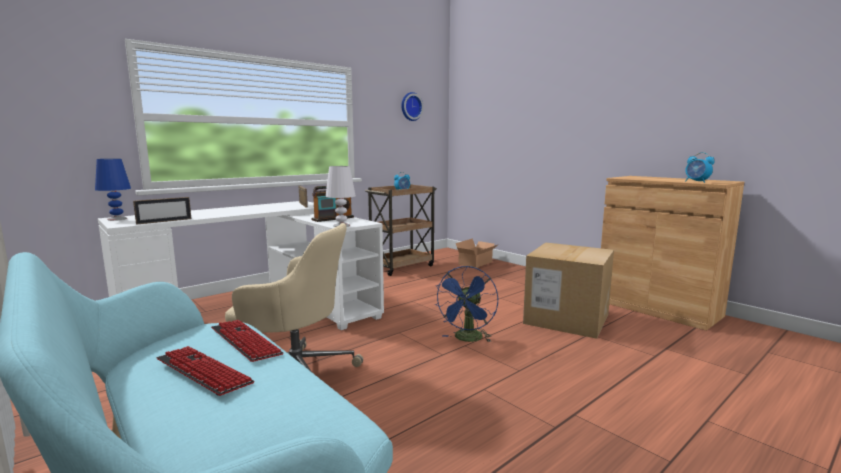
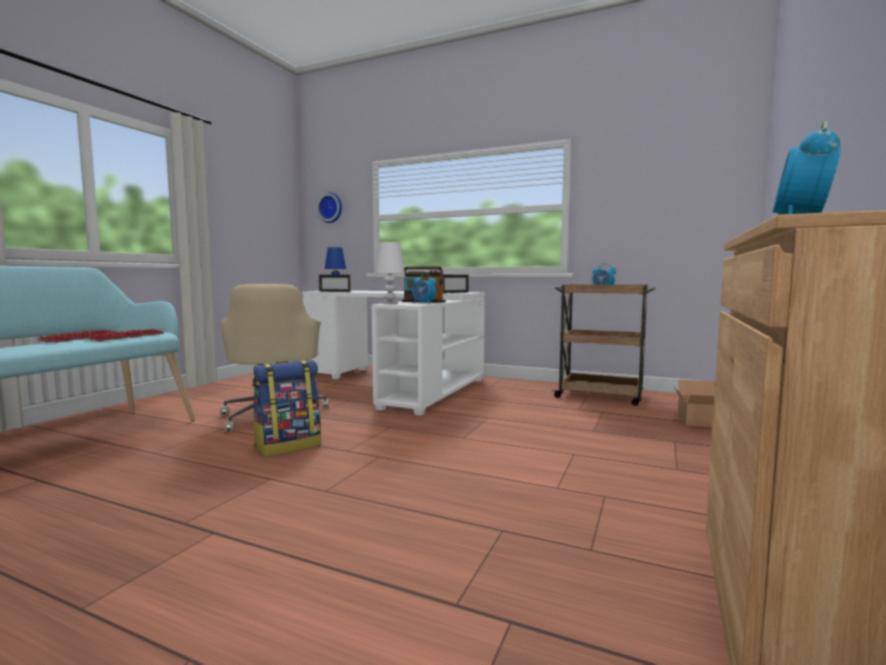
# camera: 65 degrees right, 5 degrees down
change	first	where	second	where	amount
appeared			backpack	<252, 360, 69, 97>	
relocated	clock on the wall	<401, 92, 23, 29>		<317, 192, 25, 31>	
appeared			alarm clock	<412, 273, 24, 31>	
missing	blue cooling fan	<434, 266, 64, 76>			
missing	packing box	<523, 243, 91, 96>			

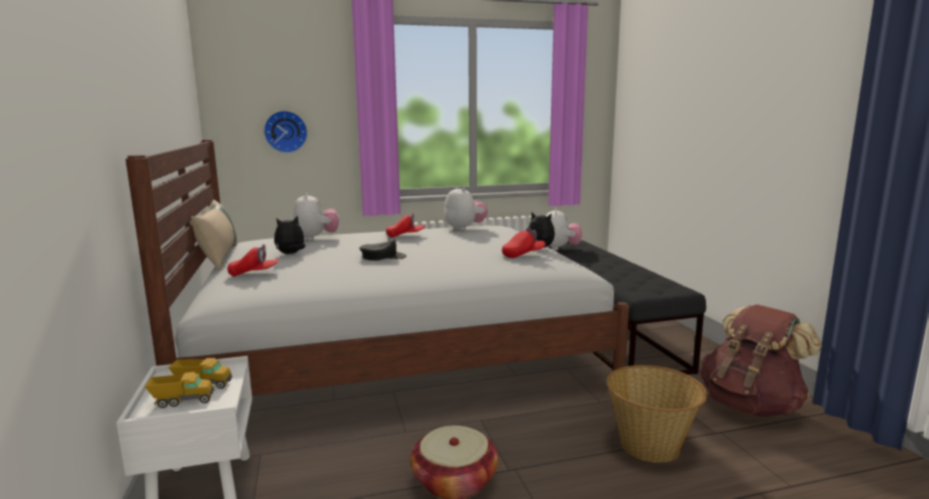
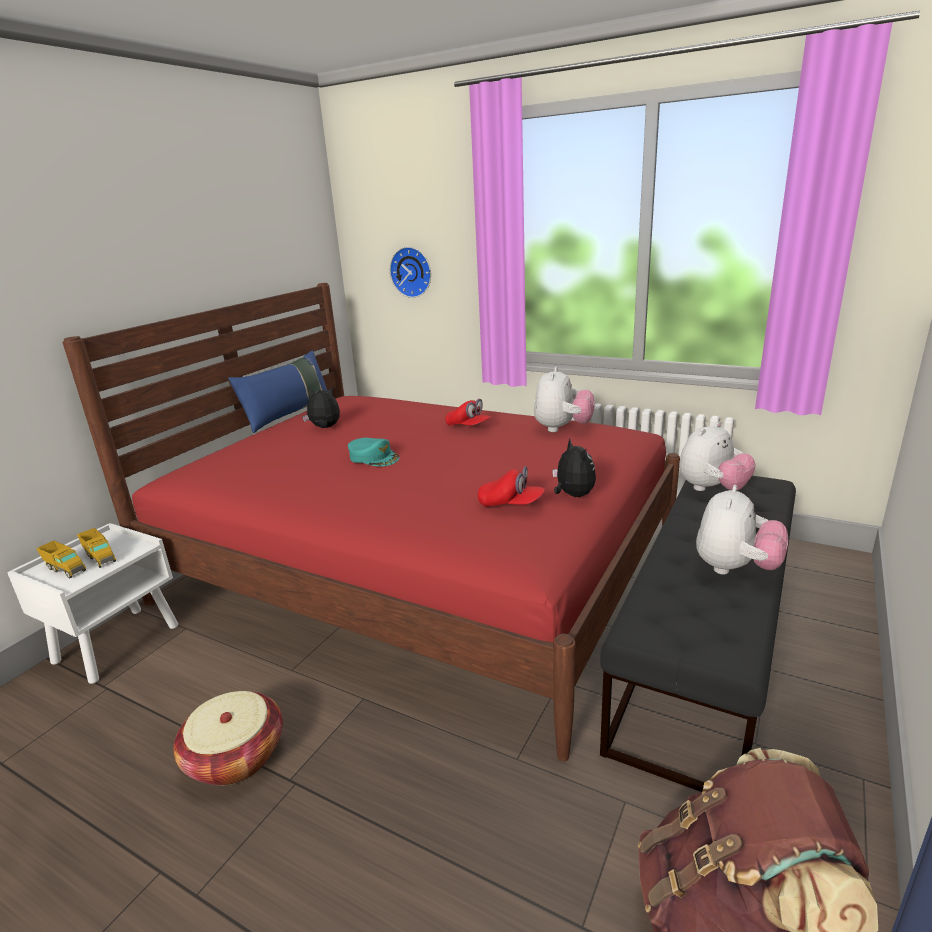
# camera: 45 degrees right, 10 degrees up
change	first	where	second	where	amount
colour	white bedroom bed	<126, 140, 503, 256>	red bedroom bed	<63, 283, 617, 478>	
colour	sand-coloured cushion	<189, 200, 48, 70>	blue cushion	<228, 351, 100, 82>	
colour	blackish cap	<359, 239, 47, 22>	blue-green cap	<348, 438, 51, 29>	
relocated	plush toy	<293, 193, 46, 48>		<696, 485, 92, 90>	
missing	red cap	<227, 244, 53, 33>			
missing	storage basket	<606, 365, 102, 98>			

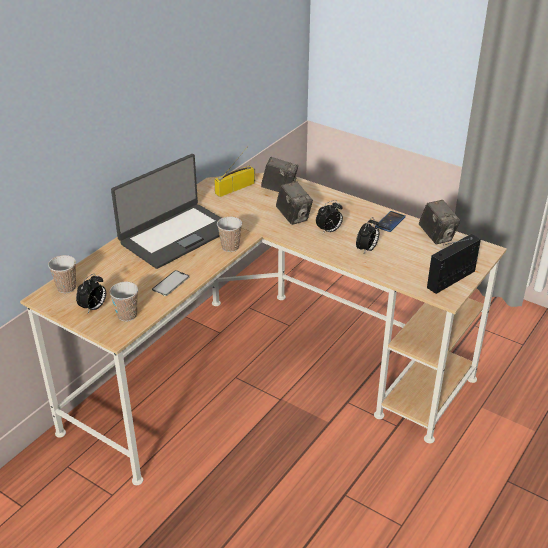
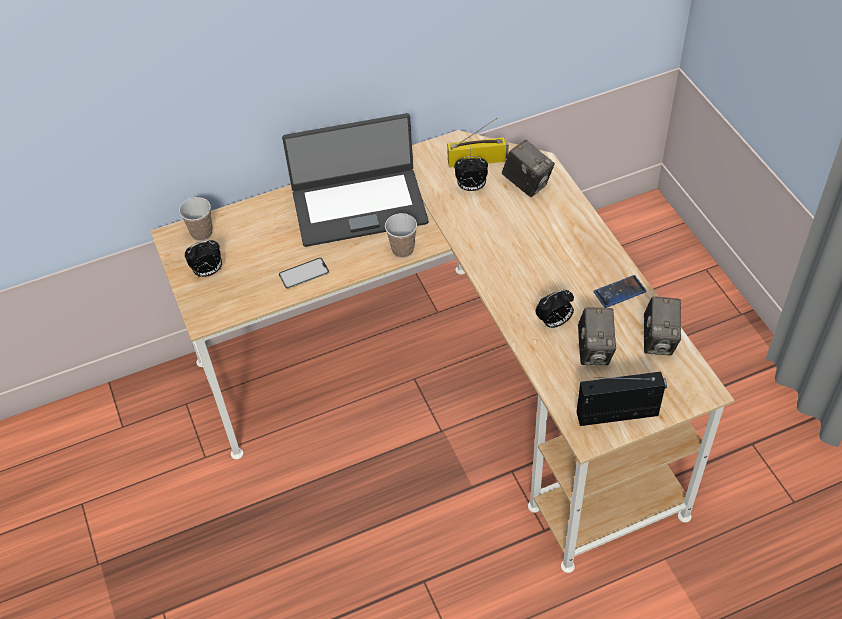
# camera: 35 degrees right, 15 degrees up
change	first	where	second	where	amount
relocated	alarm clock	<316, 200, 27, 34>		<454, 156, 34, 35>	
relocated	photo camera	<276, 181, 37, 44>		<578, 307, 38, 59>	
missing	small cup	<109, 282, 29, 40>			

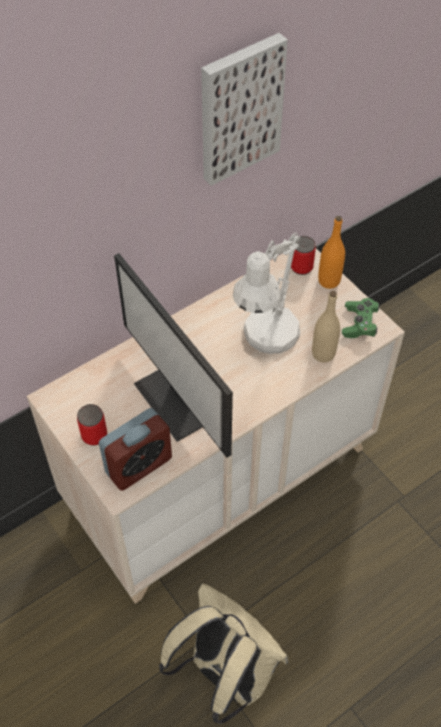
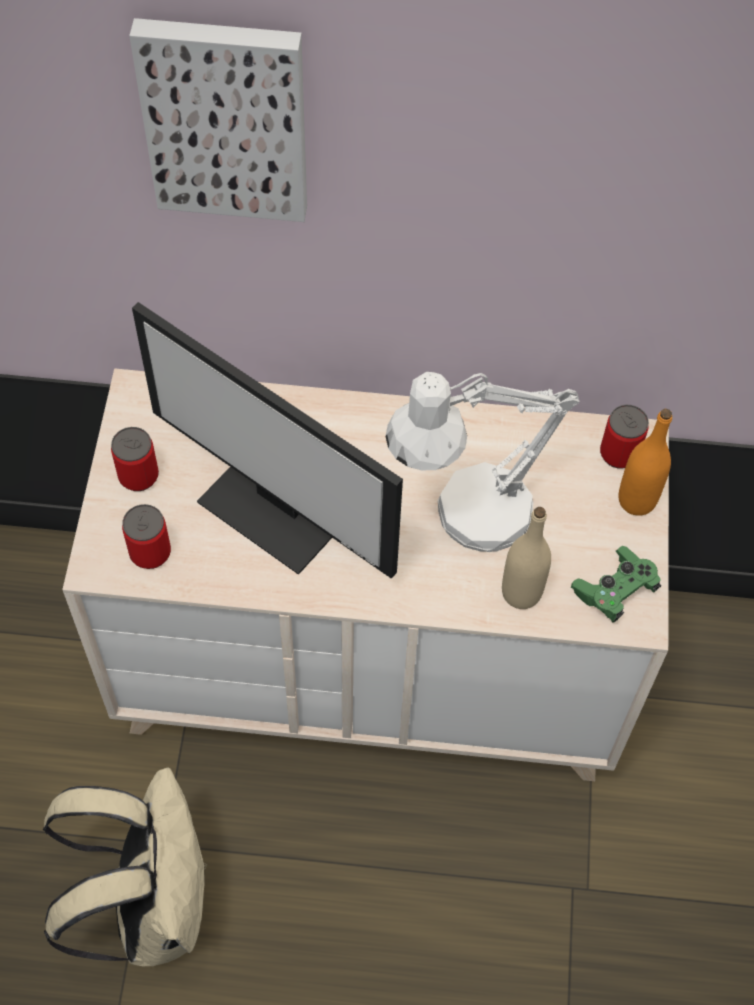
# camera: 40 degrees right, 5 degrees up
change	first	where	second	where	amount
exchanged	alarm clock	<99, 408, 73, 83>	can	<122, 504, 49, 65>	
relocated	wall picture	<201, 33, 87, 153>		<129, 18, 178, 204>	
spun	computer screen	<114, 253, 119, 205>		<132, 302, 271, 277>	60 degrees counterclockwise

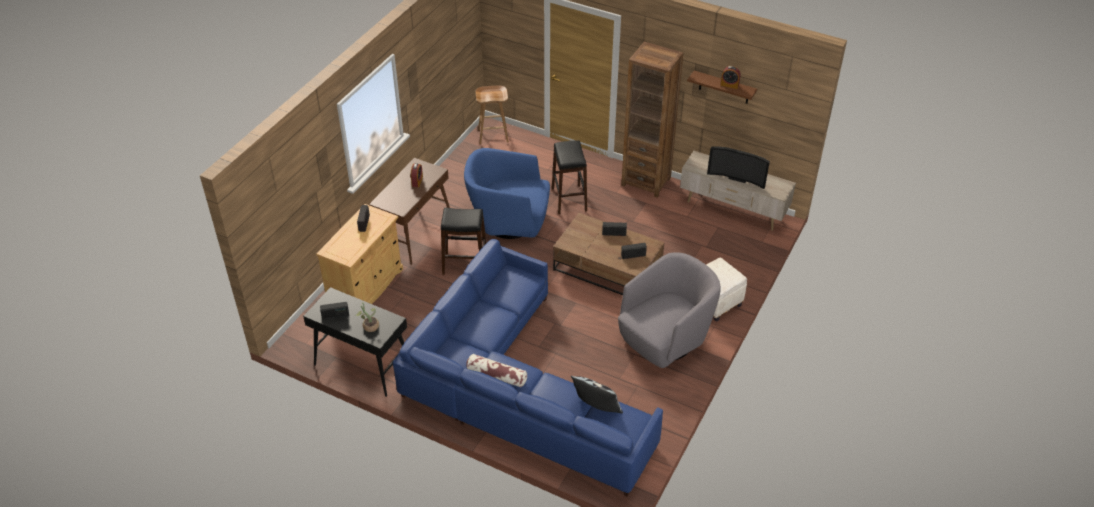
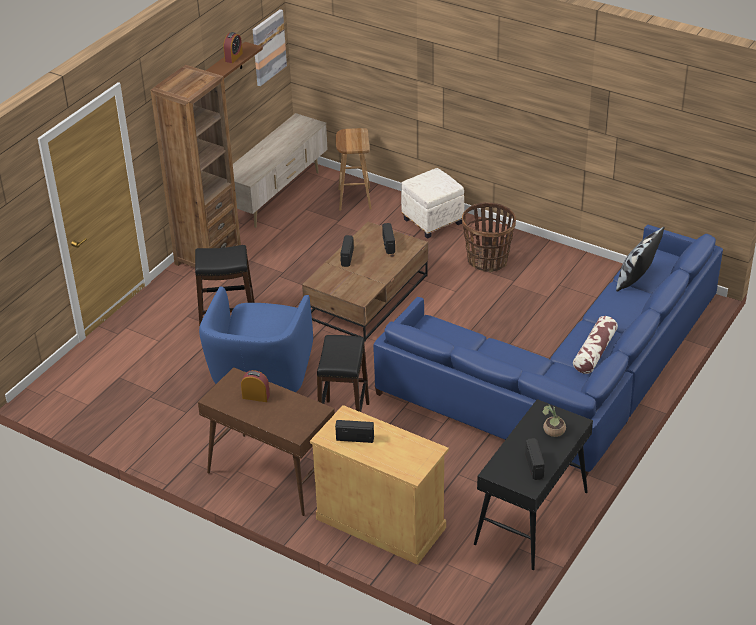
# camera: 85 degrees left, 5 degrees down
change	first	where	second	where	amount
appeared			wall picture	<253, 9, 34, 77>	
relocated	brown-coloured sitting stool	<476, 86, 33, 58>		<336, 128, 36, 83>	
exchanged	gray armchair	<618, 252, 103, 116>	storage basket	<462, 202, 54, 70>	
missing	television	<707, 146, 63, 43>			

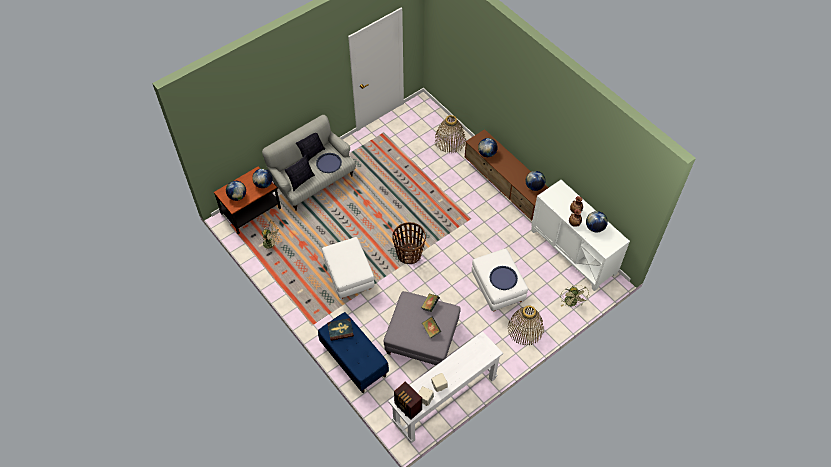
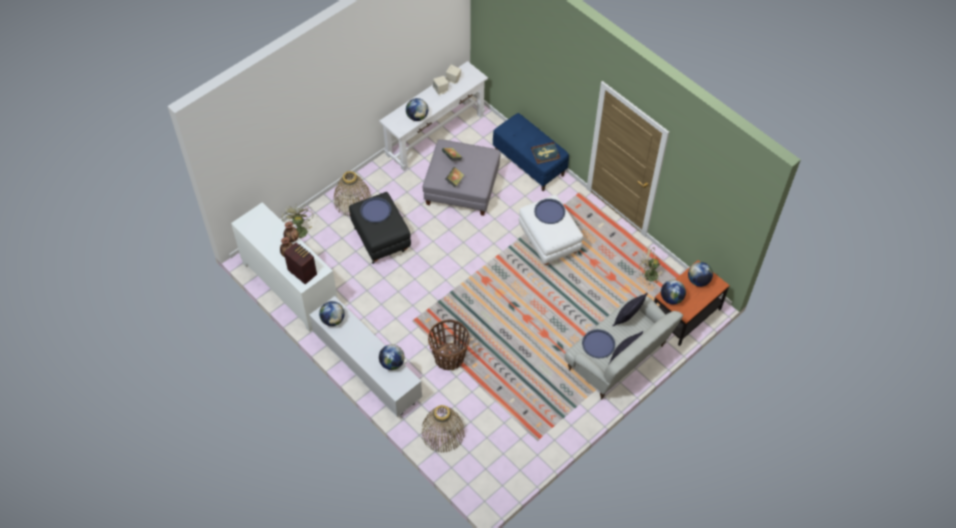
# camera: 175 degrees right, 0 degrees up
change	first	where	second	where	amount
relocated	radio receiver	<394, 381, 28, 39>		<284, 242, 33, 42>	
colour	brown-coloured tv stand	<464, 129, 85, 92>	white tv stand	<309, 296, 113, 121>	
colour	white pouffe	<472, 249, 56, 63>	blackish pouffe	<349, 192, 62, 72>	
relocated	globe	<586, 211, 22, 21>		<406, 98, 22, 23>	
relocated	storage basket	<392, 222, 34, 42>		<428, 320, 41, 51>	
appeared			blue carrying tray	<534, 199, 31, 25>	

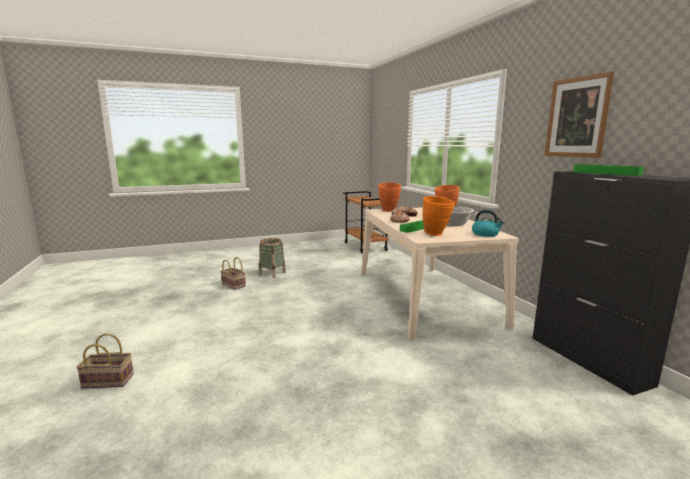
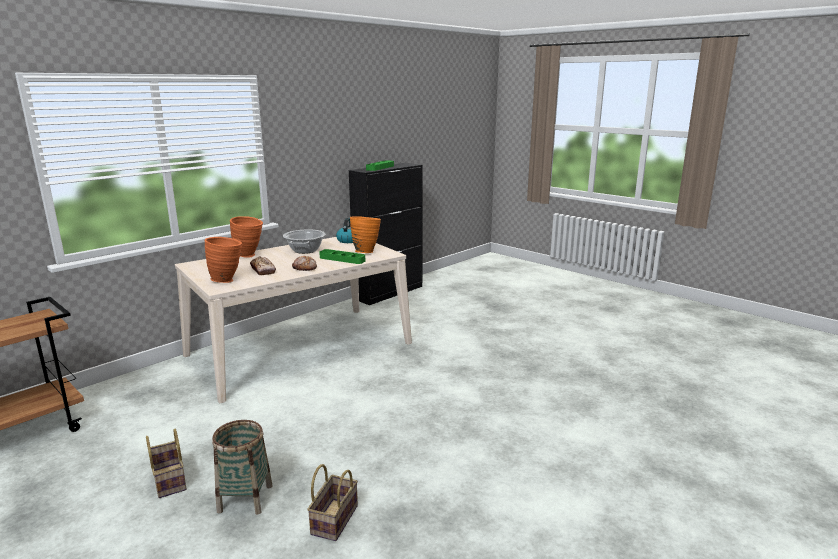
# camera: 115 degrees left, 5 degrees up
change	first	where	second	where	amount
relocated	storage basket	<76, 333, 58, 56>		<146, 429, 41, 69>	
missing	wall picture	<545, 71, 69, 87>			

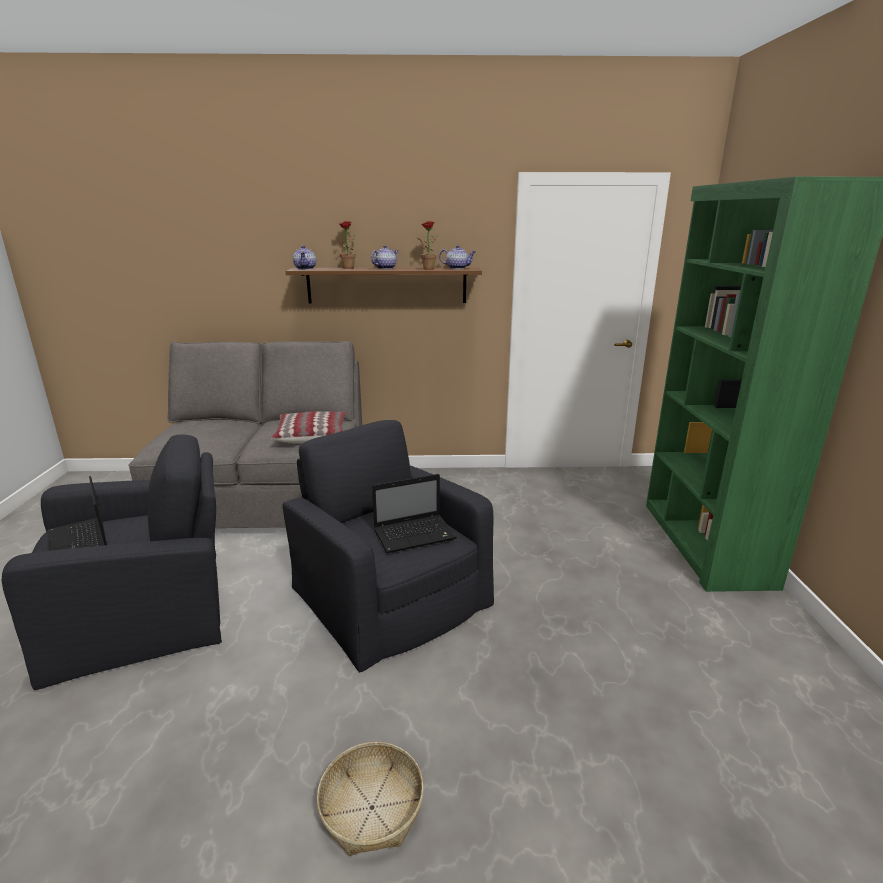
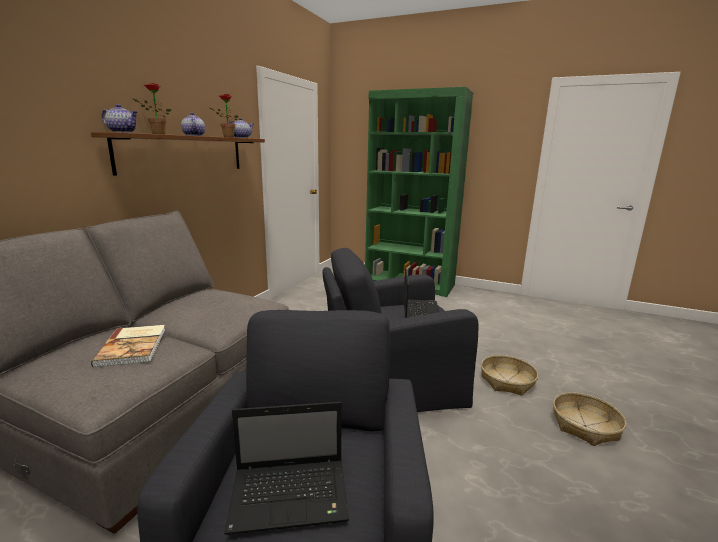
# camera: 65 degrees left, 5 degrees down
change	first	where	second	where	amount
appeared			book	<91, 325, 75, 43>	
appeared			storage basket	<481, 355, 57, 41>	
missing	cushion	<270, 411, 76, 32>			

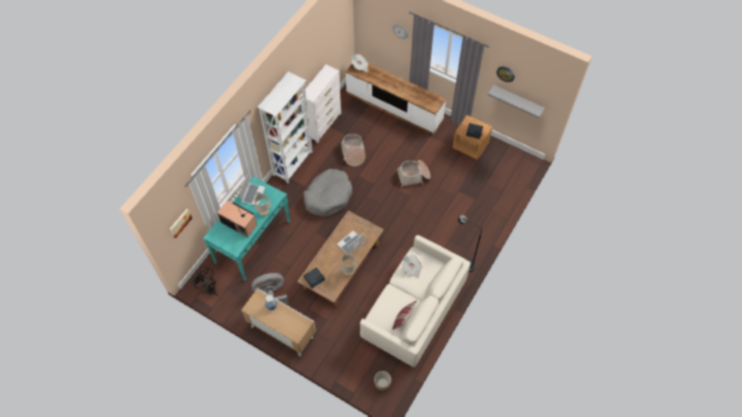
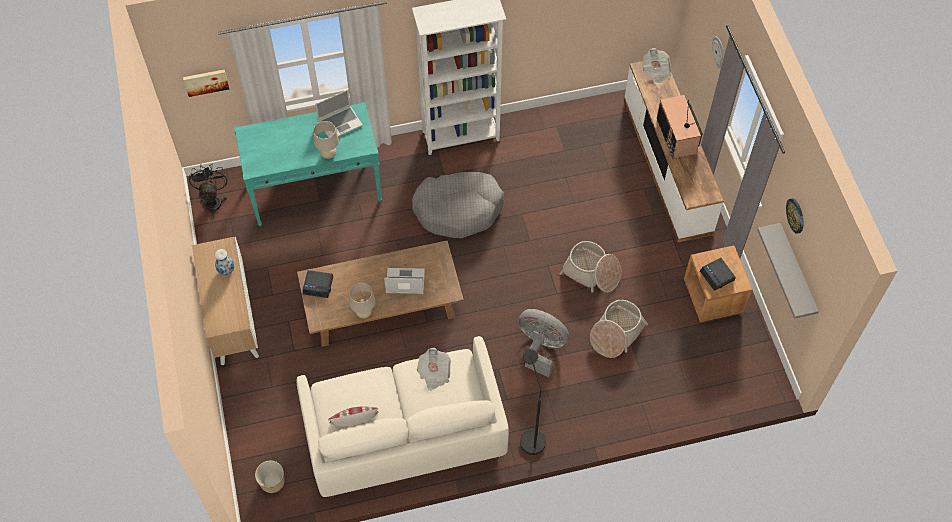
# camera: 45 degrees right, 0 degrees up
change	first	where	second	where	amount
relocated	gray cooling fan	<252, 273, 37, 32>		<518, 309, 51, 68>	
relocated	storage basket	<341, 134, 24, 32>		<590, 300, 58, 58>	
relocated	television	<217, 201, 40, 37>		<657, 95, 46, 64>	
missing	white drawer chest	<300, 65, 41, 79>			

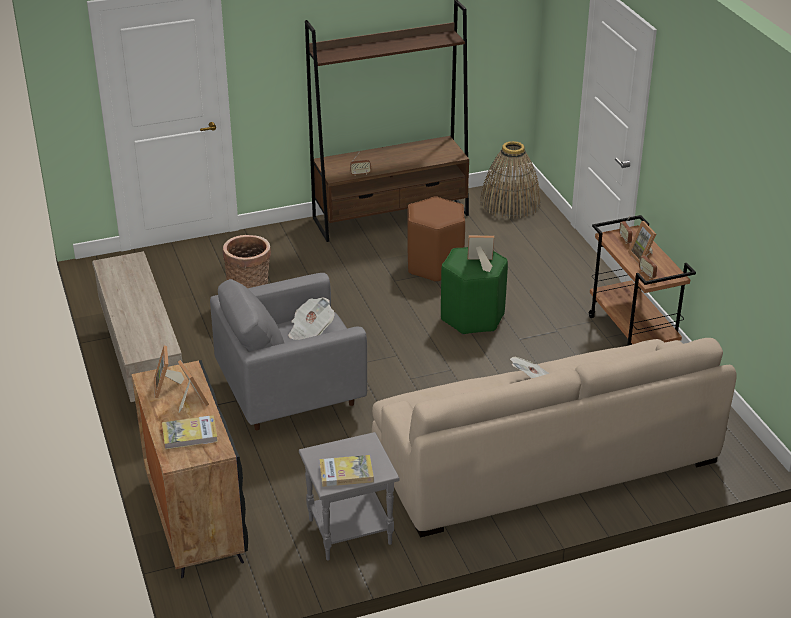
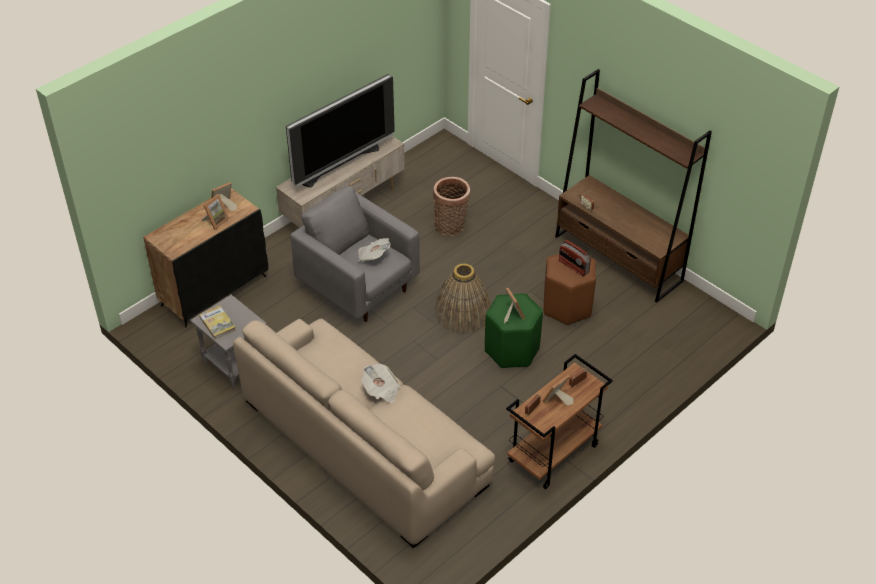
# camera: 65 degrees right, 10 degrees up
change	first	where	second	where	amount
appeared			television	<286, 74, 109, 114>	
relocated	storage basket	<480, 141, 61, 78>		<435, 264, 56, 70>	
appeared			radio receiver	<559, 240, 32, 36>	
missing	book	<162, 415, 56, 34>			

